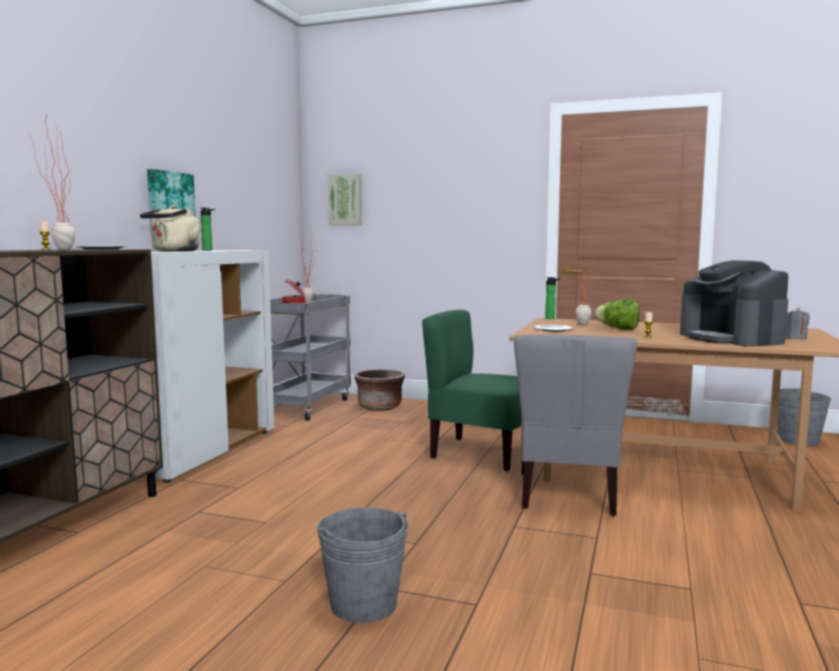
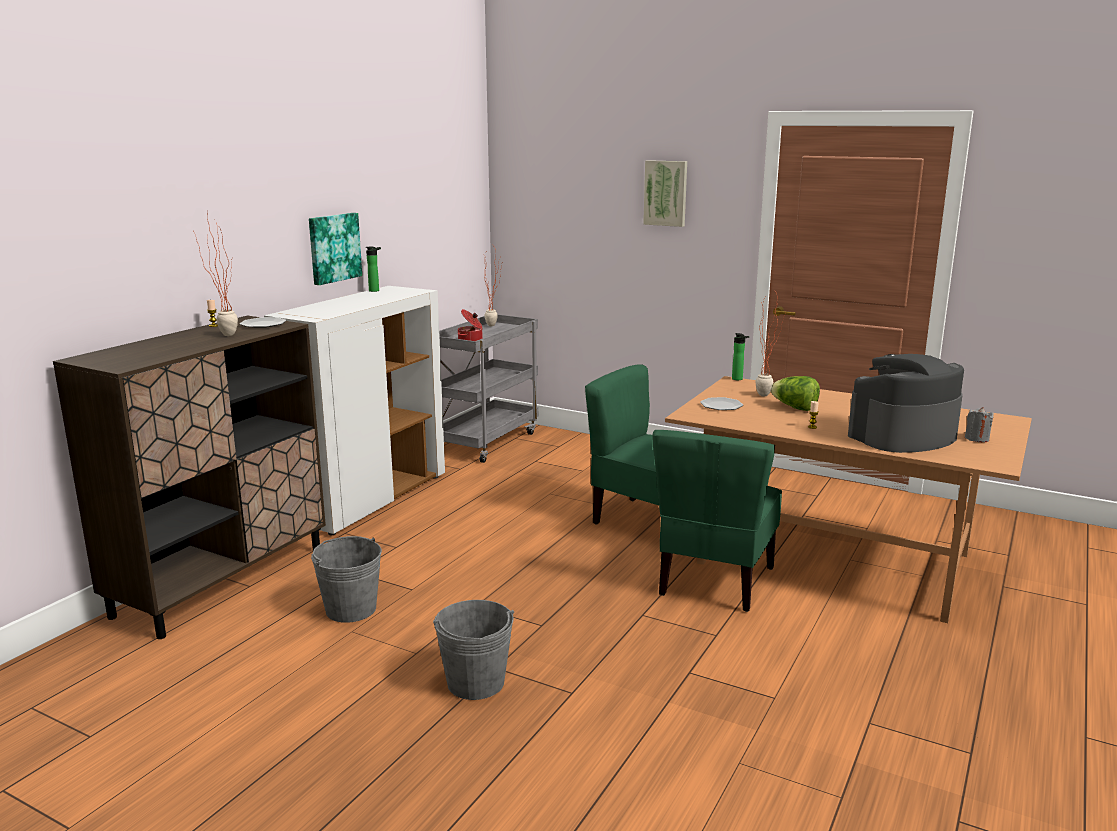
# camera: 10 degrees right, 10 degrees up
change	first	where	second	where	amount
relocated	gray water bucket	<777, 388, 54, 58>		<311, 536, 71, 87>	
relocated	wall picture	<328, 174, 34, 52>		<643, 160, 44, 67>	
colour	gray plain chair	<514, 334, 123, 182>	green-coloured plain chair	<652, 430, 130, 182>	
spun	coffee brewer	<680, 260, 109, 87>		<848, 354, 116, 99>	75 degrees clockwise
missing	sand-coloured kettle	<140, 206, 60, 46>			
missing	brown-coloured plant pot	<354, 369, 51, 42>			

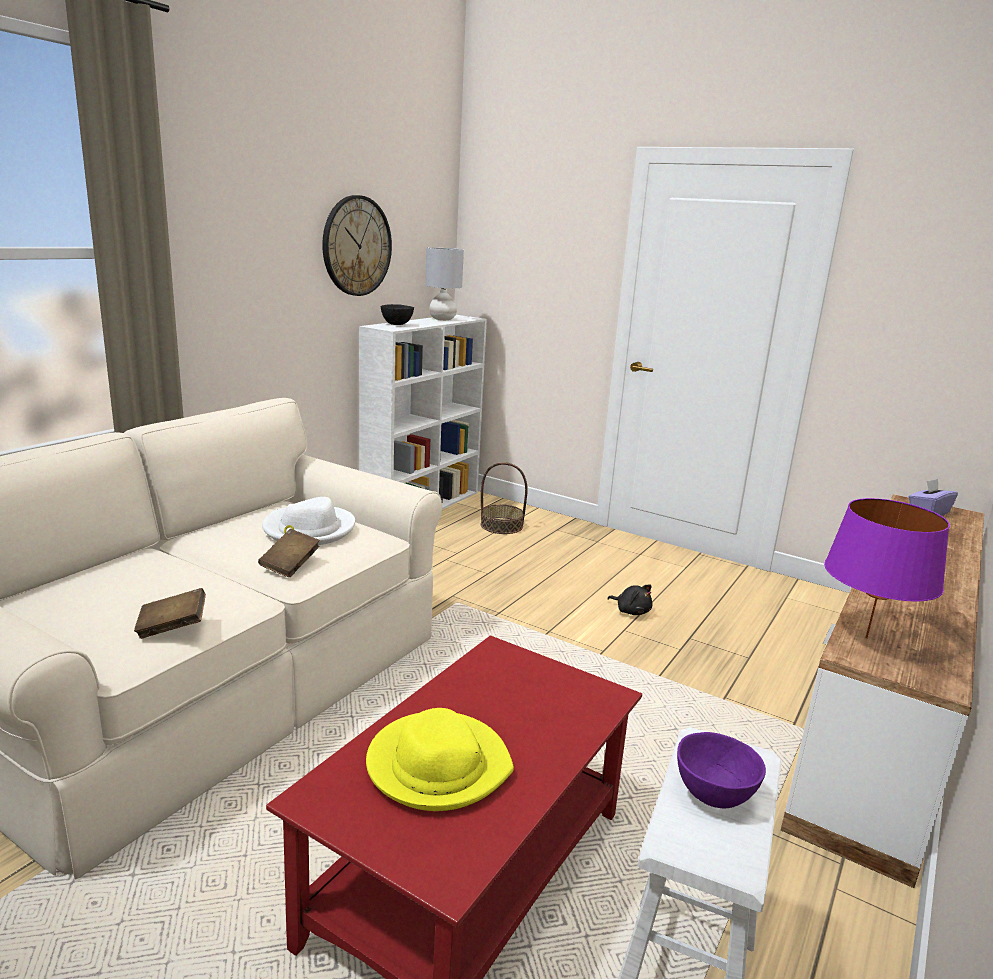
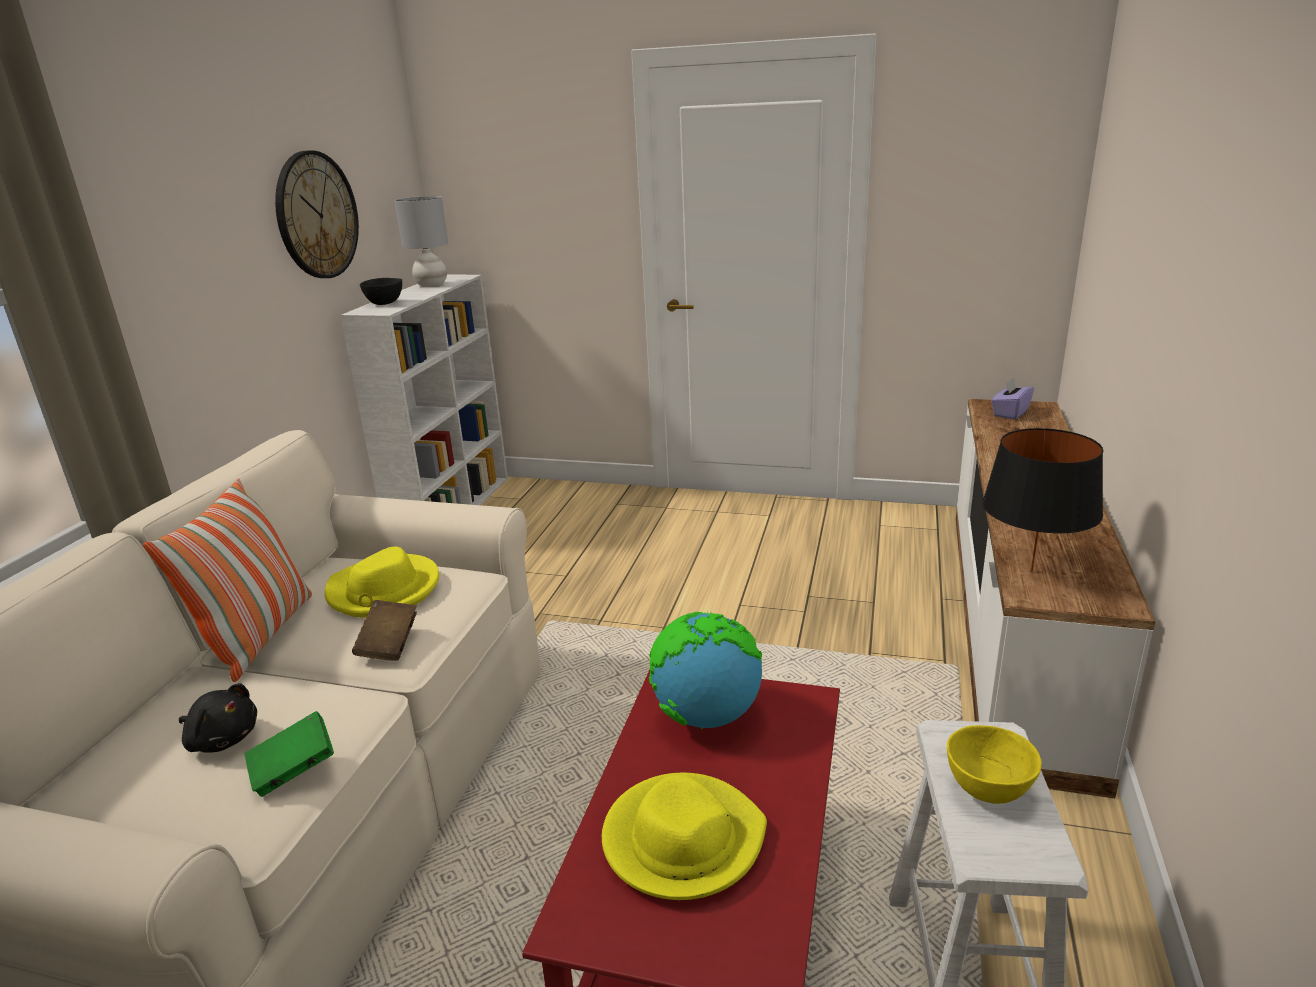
# camera: 15 degrees left, 5 degrees up
change	first	where	second	where	amount
appeared			cushion	<143, 478, 169, 204>	
relocated	blackish plush toy	<607, 585, 45, 30>		<179, 683, 78, 70>	
colour	brown-coloured book	<134, 588, 72, 51>	green-coloured book	<244, 711, 90, 86>	
colour	white clothing hat	<262, 497, 93, 48>	yellowish clothing hat	<325, 547, 114, 71>	
appeared			globe	<649, 611, 113, 119>	
colour	purple bowl	<677, 732, 89, 76>	yellowish bowl	<947, 725, 95, 79>	
colour	purple tabletop lamp	<824, 498, 126, 141>	blackish tabletop lamp	<982, 428, 121, 144>	
missing	storage basket	<481, 462, 47, 72>			

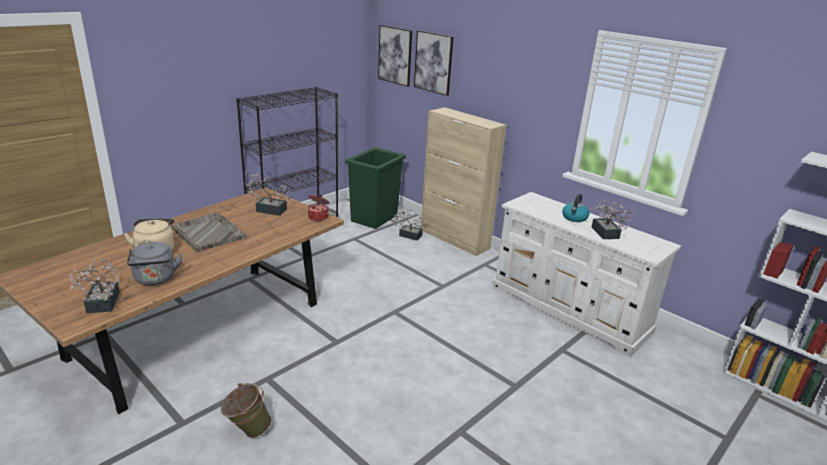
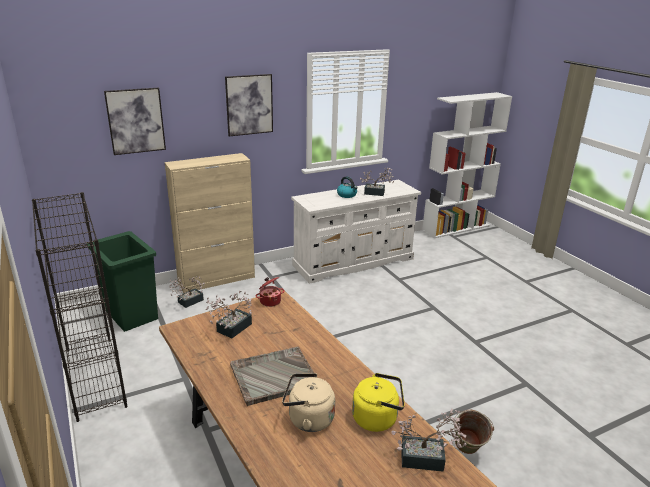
# camera: 70 degrees left, 0 degrees up
change	first	where	second	where	amount
relocated	wall picture	<378, 25, 34, 62>		<225, 74, 48, 63>	
colour	gray kettle	<127, 242, 55, 43>	yellowish kettle	<352, 373, 53, 59>	

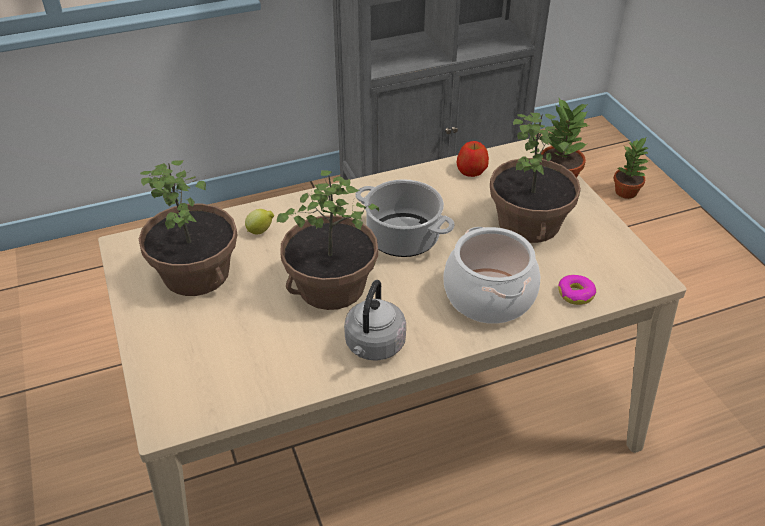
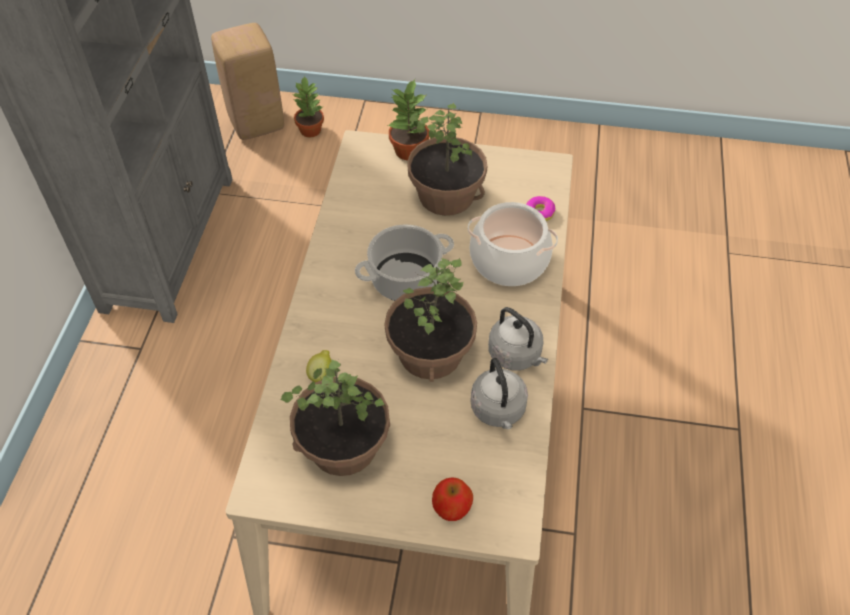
# camera: 60 degrees left, 10 degrees up
change	first	where	second	where	amount
appeared			sand-coloured sitting stool	<211, 23, 73, 117>	
relocated	whole apple	<457, 141, 32, 36>		<432, 478, 41, 43>	
appeared			gray kettle	<470, 358, 58, 71>	

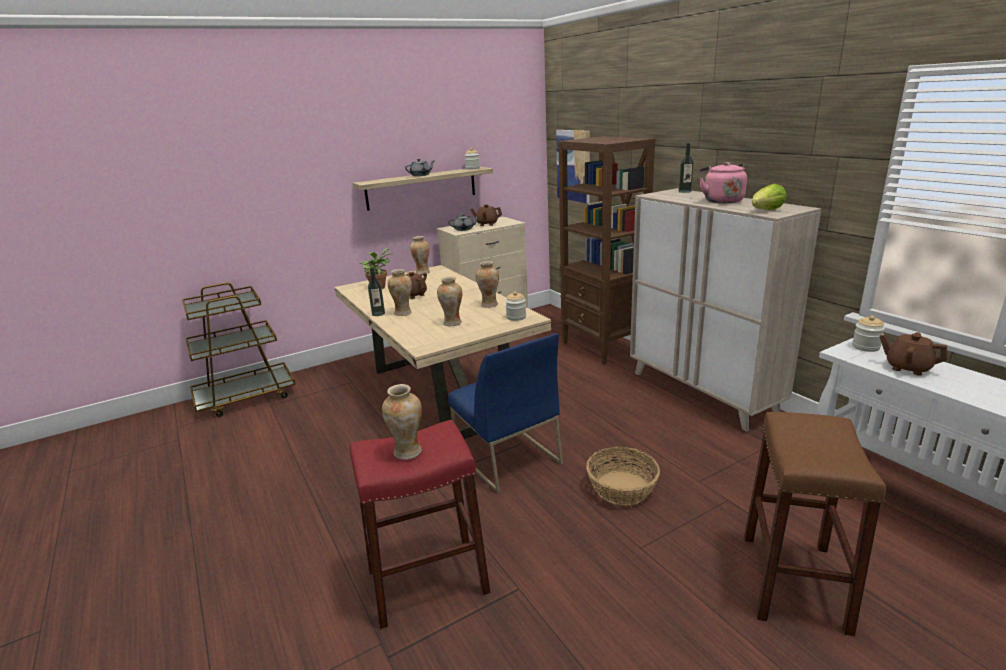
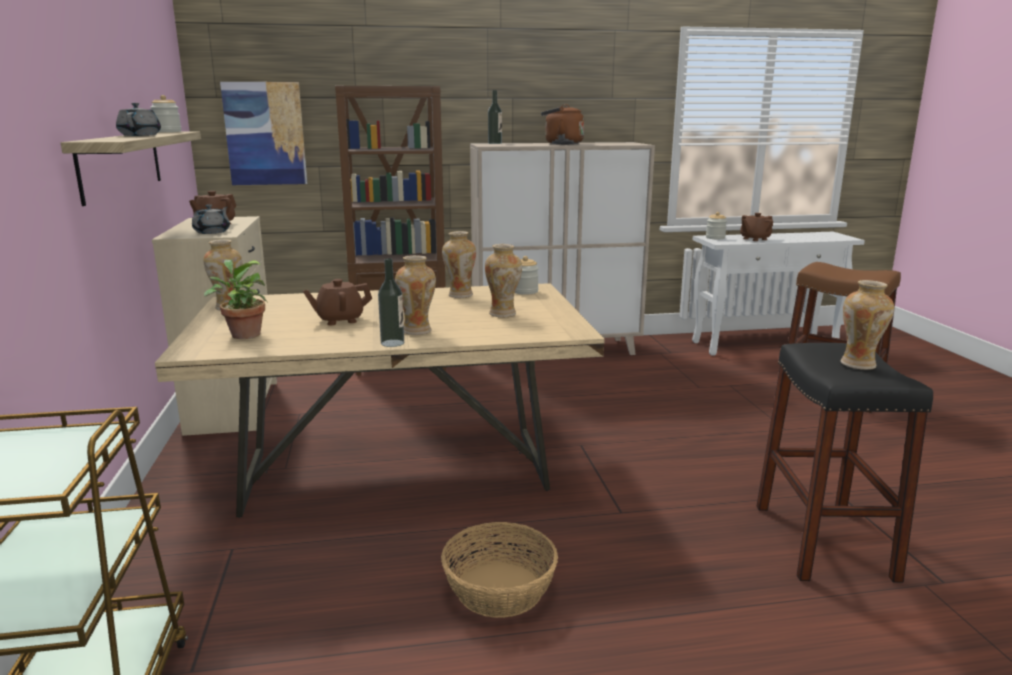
# camera: 70 degrees left, 5 degrees down
change	first	where	second	where	amount
relocated	storage basket	<586, 447, 74, 59>		<441, 522, 117, 96>	
colour	pink kettle	<700, 162, 47, 41>	brown-coloured kettle	<541, 104, 43, 40>	
colour	red sitting stool	<350, 420, 140, 209>	blackish sitting stool	<757, 343, 176, 240>	
missing	blue plain chair	<448, 333, 115, 161>			
missing	lettuce head	<752, 184, 35, 26>			

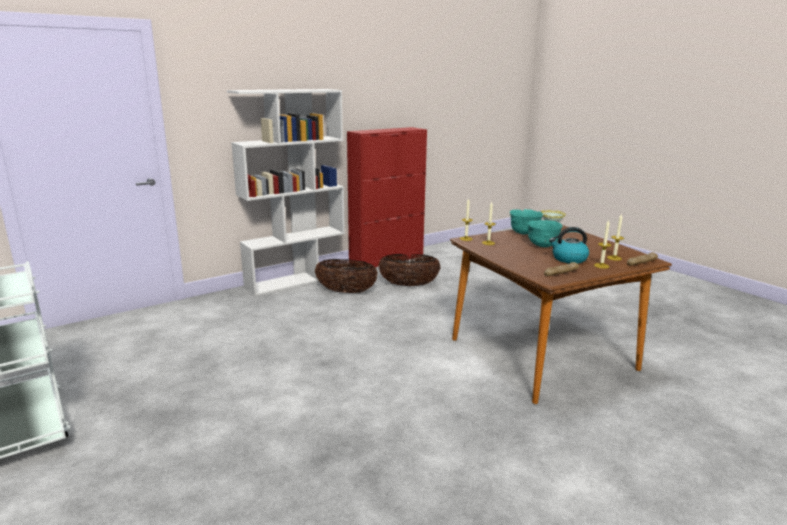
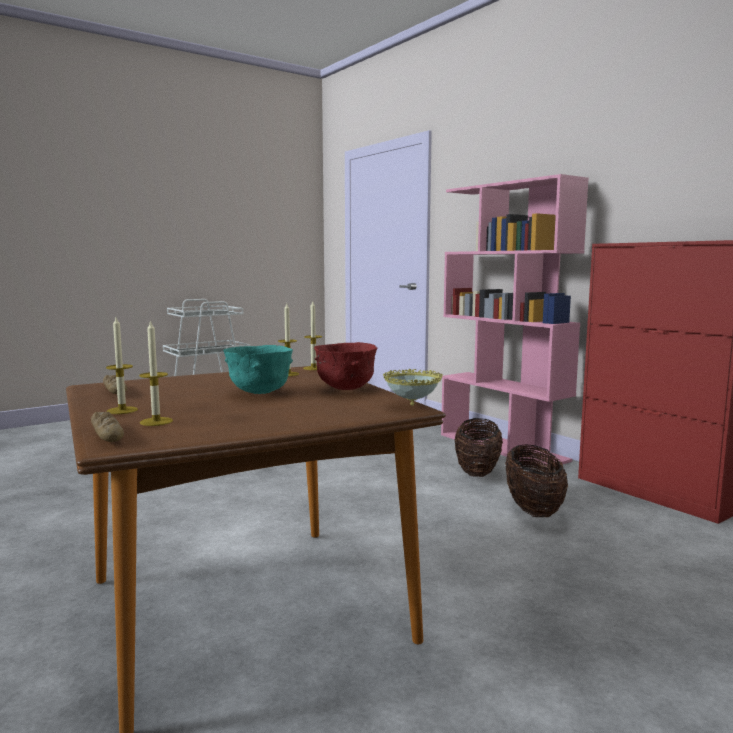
# camera: 90 degrees right, 10 degrees down
change	first	where	second	where	amount
colour	blue-green bowl	<510, 209, 33, 25>	red bowl	<314, 342, 64, 48>	
colour	white shelving unit	<227, 89, 118, 207>	pink shelving unit	<441, 174, 148, 291>	
missing	kettle	<549, 227, 40, 37>			

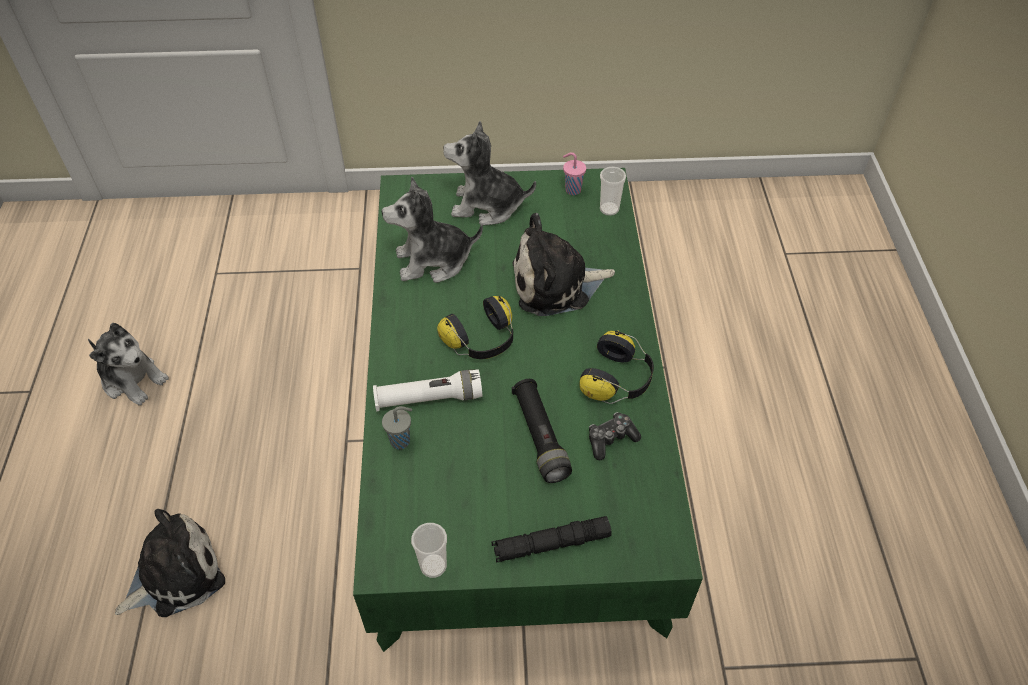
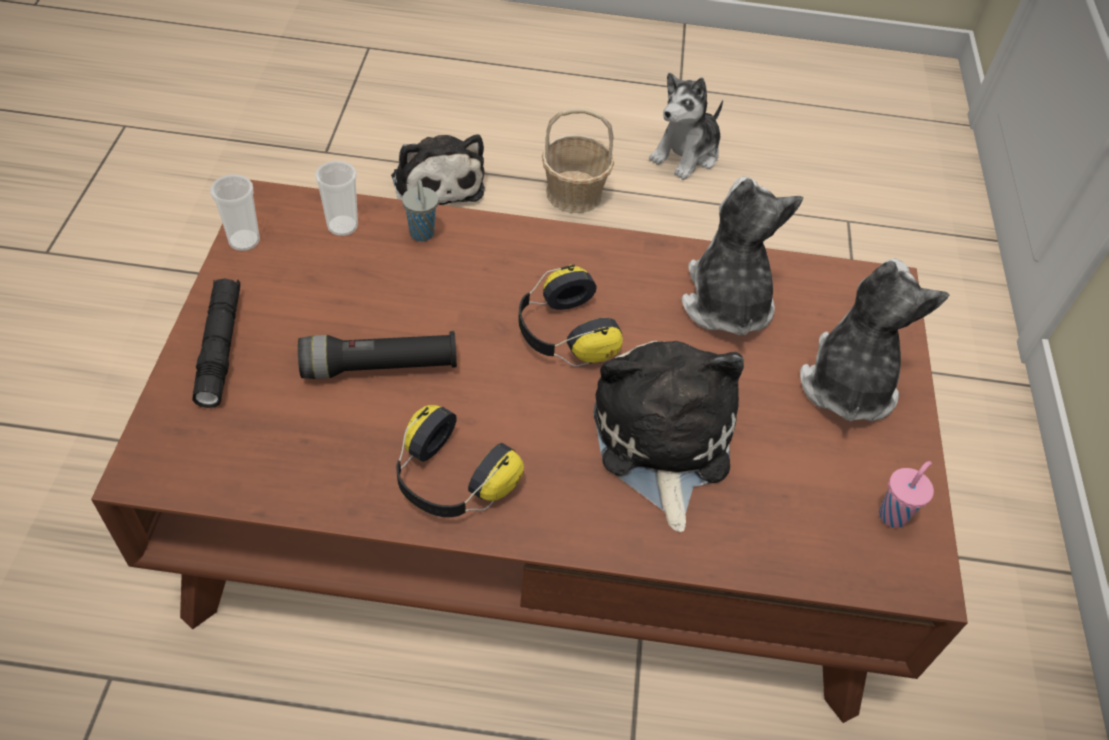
# camera: 95 degrees right, 0 degrees up
change	first	where	second	where	amount
colour	green-coloured coffee table	<353, 168, 350, 484>	brown-coloured coffee table	<91, 180, 877, 543>	
relocated	small cup	<600, 167, 26, 49>		<315, 161, 43, 75>	
appeared			storage basket	<542, 108, 72, 105>	
missing	white flashlight	<373, 370, 109, 42>			
missing	joypad	<589, 412, 52, 49>			

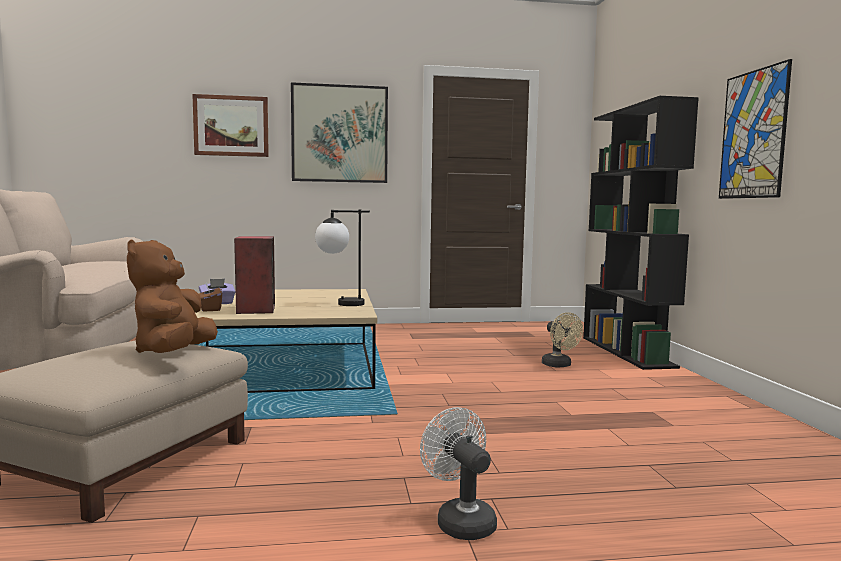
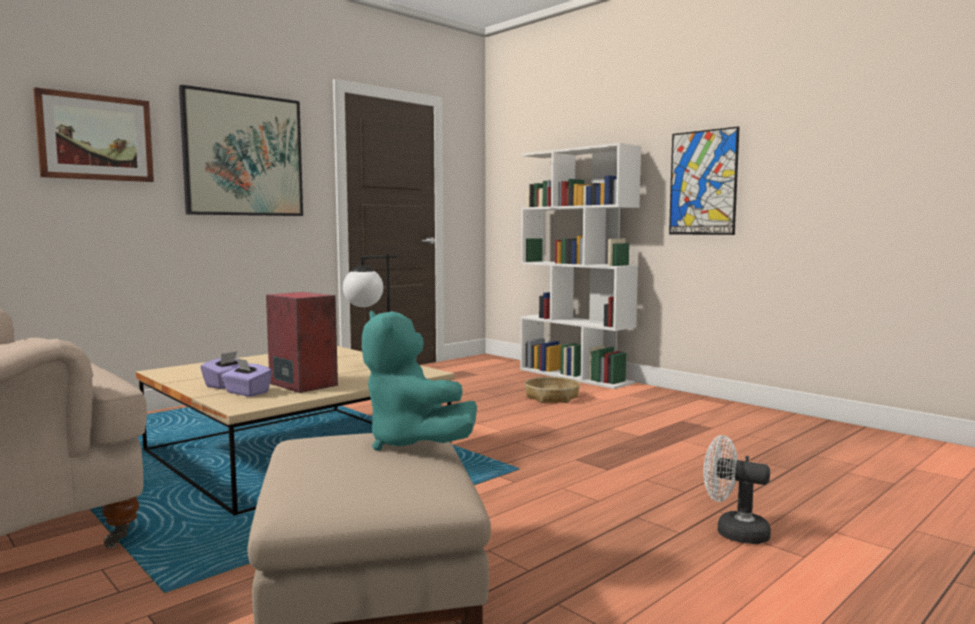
# camera: 35 degrees left, 0 degrees up
change	first	where	second	where	amount
colour	brown-coloured box of tissues	<199, 282, 23, 30>	purple box of tissues	<221, 358, 51, 39>	
colour	brown-coloured plush toy	<127, 239, 91, 114>	blue-green plush toy	<362, 310, 115, 141>	
colour	blackish shelving unit	<583, 96, 116, 274>	white shelving unit	<520, 143, 121, 246>	
exchanged	sand-coloured cooling fan	<542, 312, 41, 55>	storage basket	<525, 377, 55, 26>	

